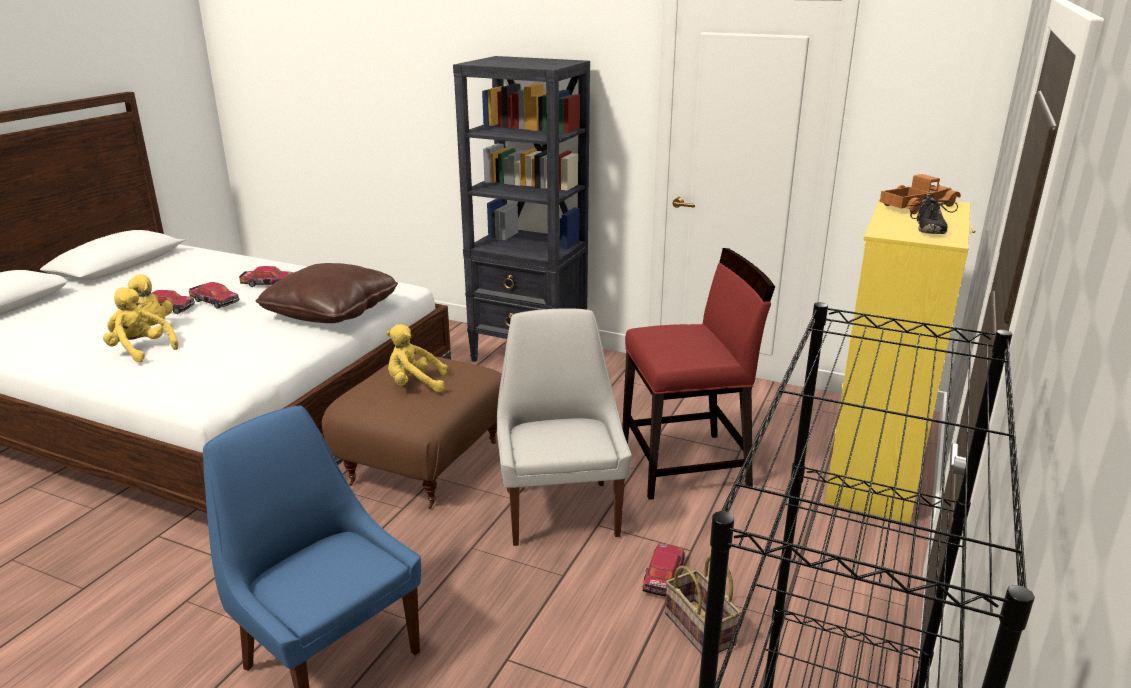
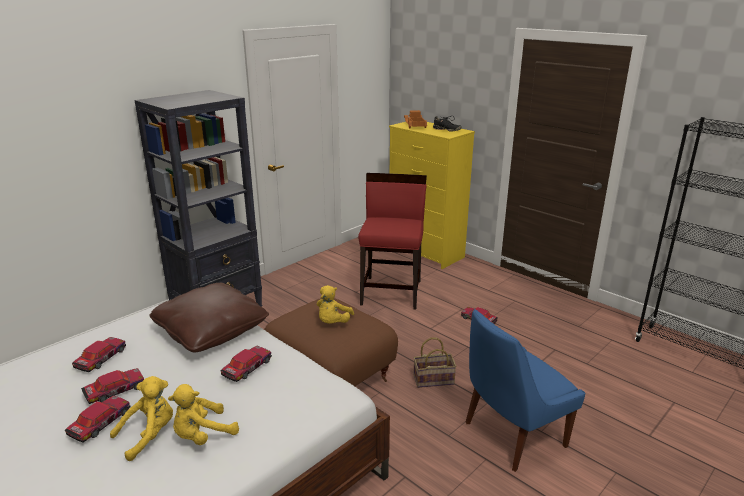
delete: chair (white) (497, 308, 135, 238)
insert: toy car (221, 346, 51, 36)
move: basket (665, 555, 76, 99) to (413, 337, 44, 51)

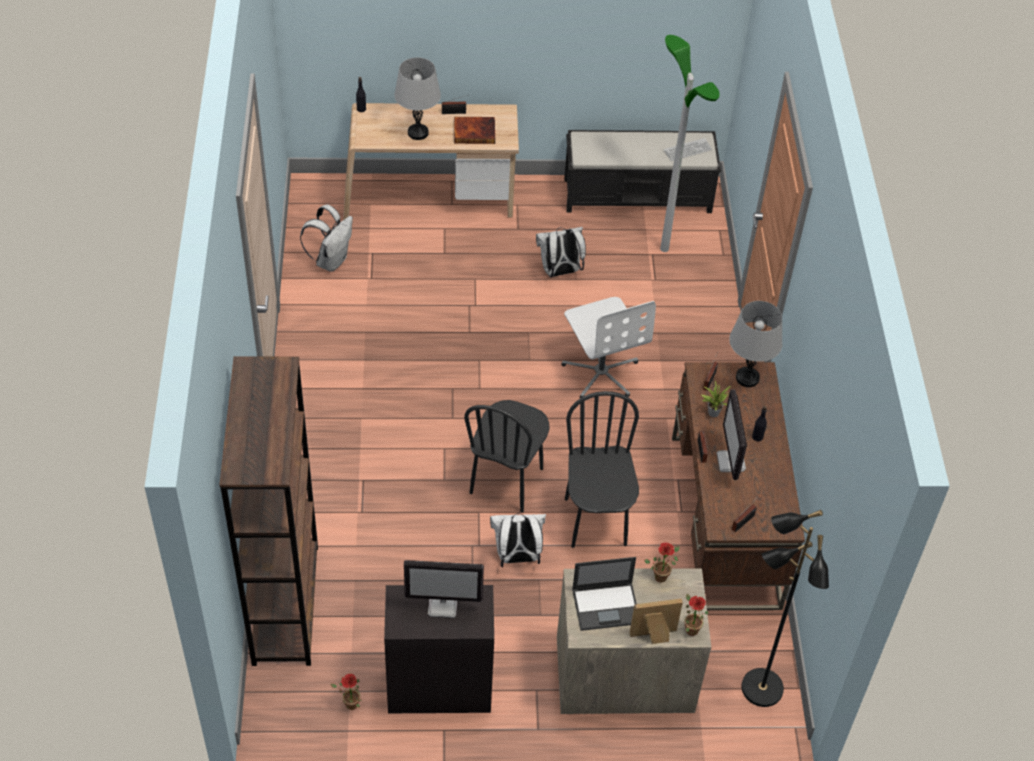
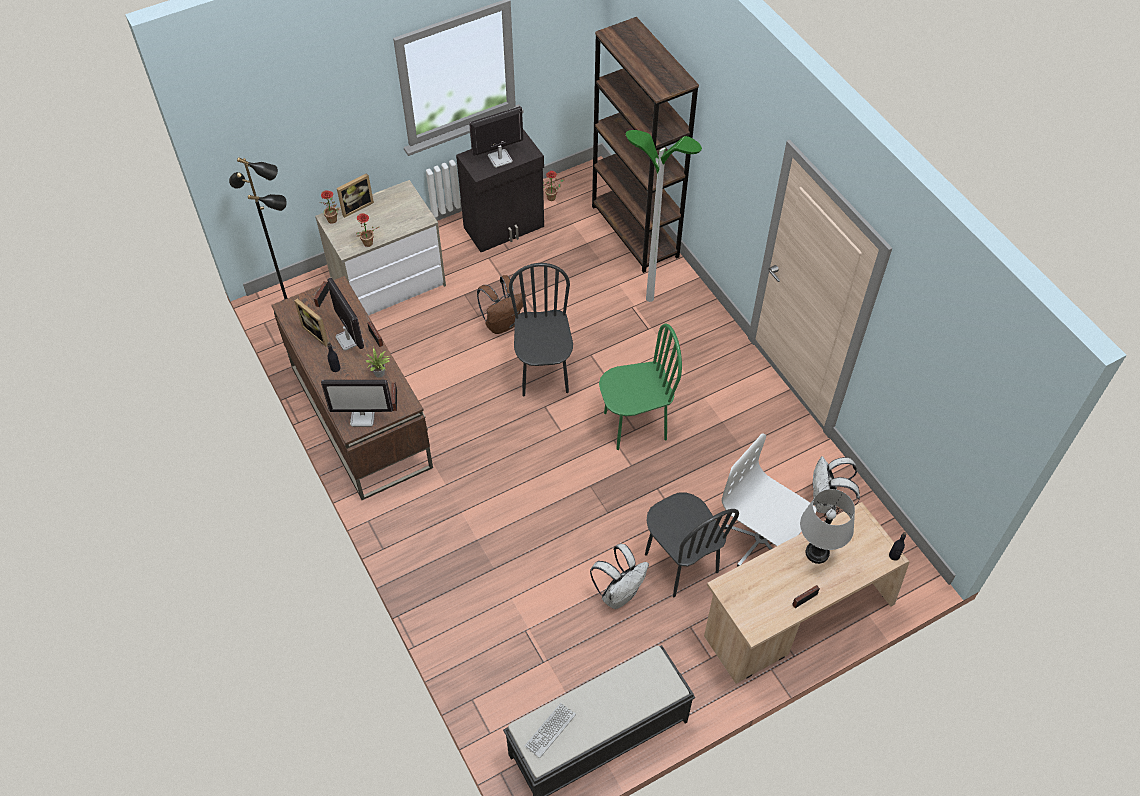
delete: book (454, 117, 41, 27); laptop (572, 557, 65, 74)
insert: picture frame (294, 299, 34, 48); chair (green) (599, 323, 83, 127)
move: office chair (white) (561, 297, 95, 101) to (722, 434, 94, 133); chair (black) (565, 391, 74, 157) to (645, 492, 94, 105); floor lamp (660, 35, 60, 217) to (626, 130, 76, 172)
replace: table lamp (grey) (729, 301, 53, 86) to monitor (321, 380, 72, 47)
recolor: backpack (white) (490, 513, 56, 54) to backpack (brown) (477, 275, 49, 59)

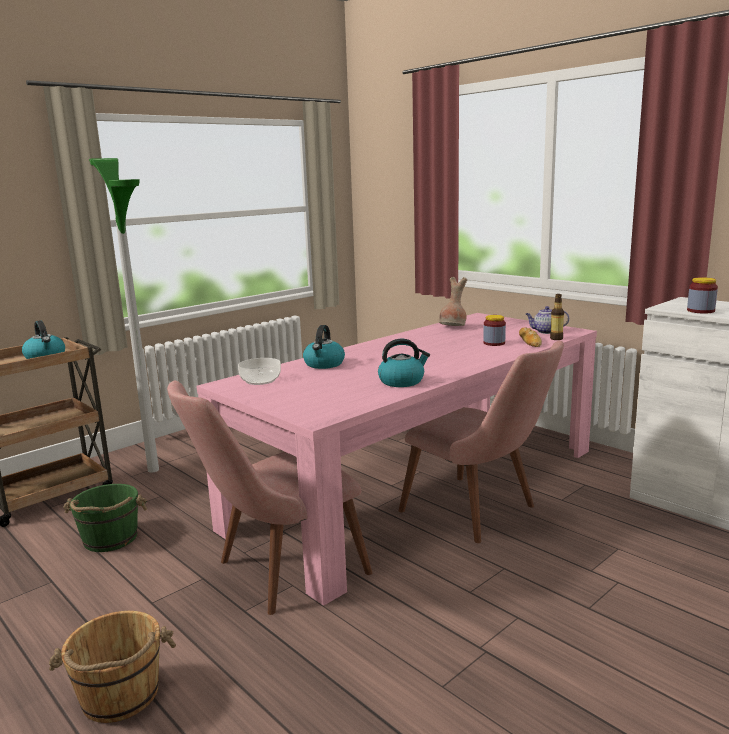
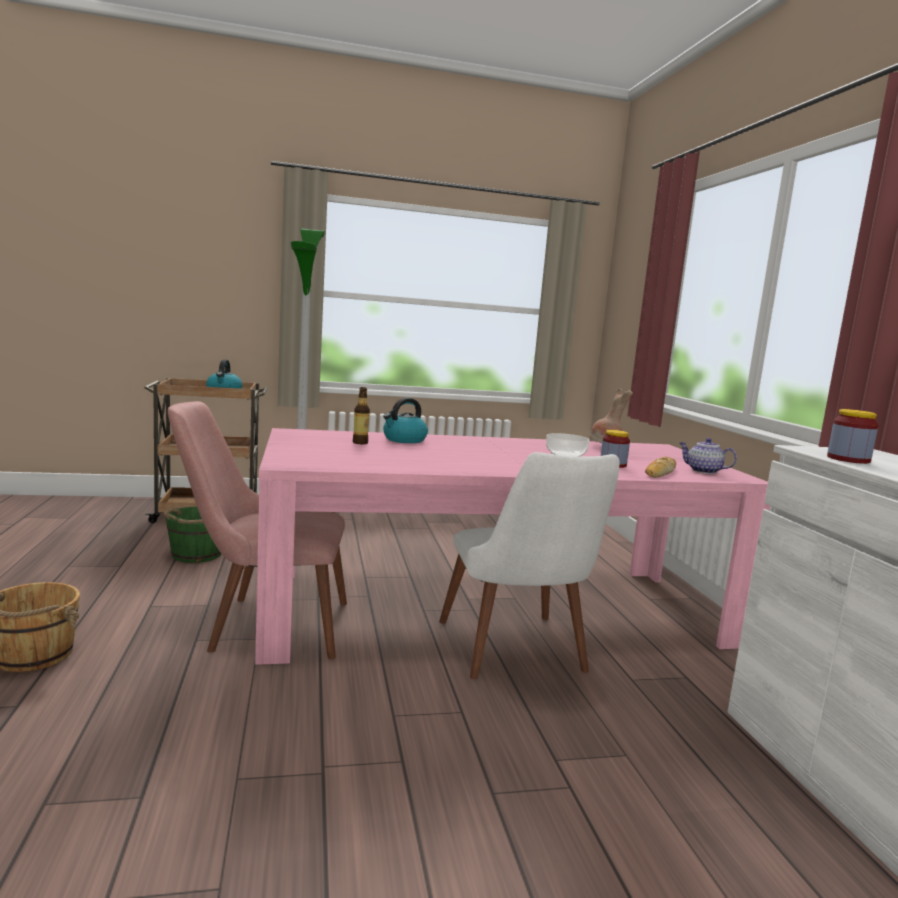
delete: kettle (378, 339, 52, 48)
move: bowl (238, 358, 43, 27) to (546, 433, 44, 23); bottle (550, 294, 14, 46) to (353, 387, 17, 57)
recolor: chair (pink) (398, 341, 166, 202) to chair (white) (439, 452, 181, 227)

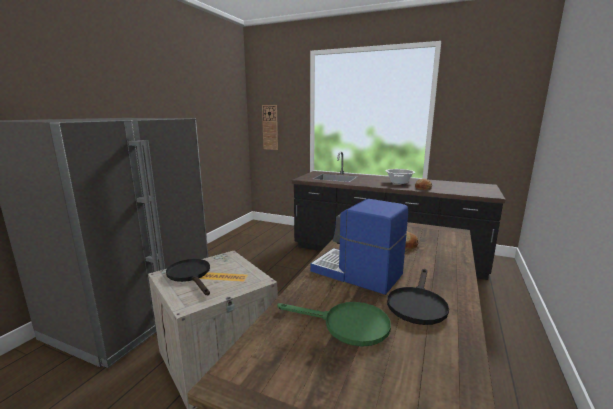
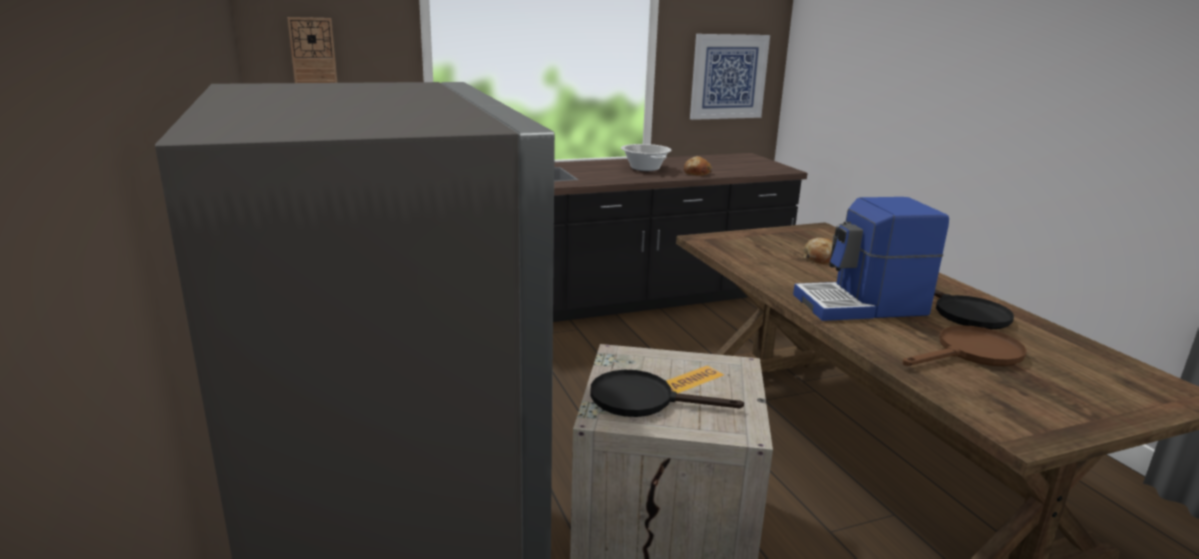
insert: picture (690, 34, 80, 86)
recolor: frying pan (green) (277, 302, 114, 45) to frying pan (brown) (902, 325, 125, 41)

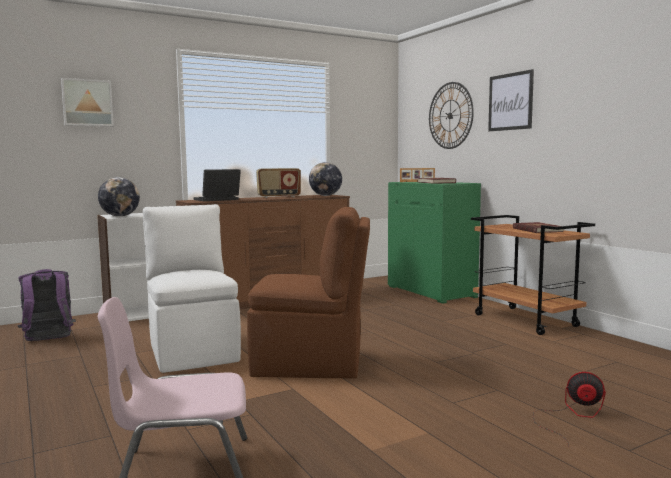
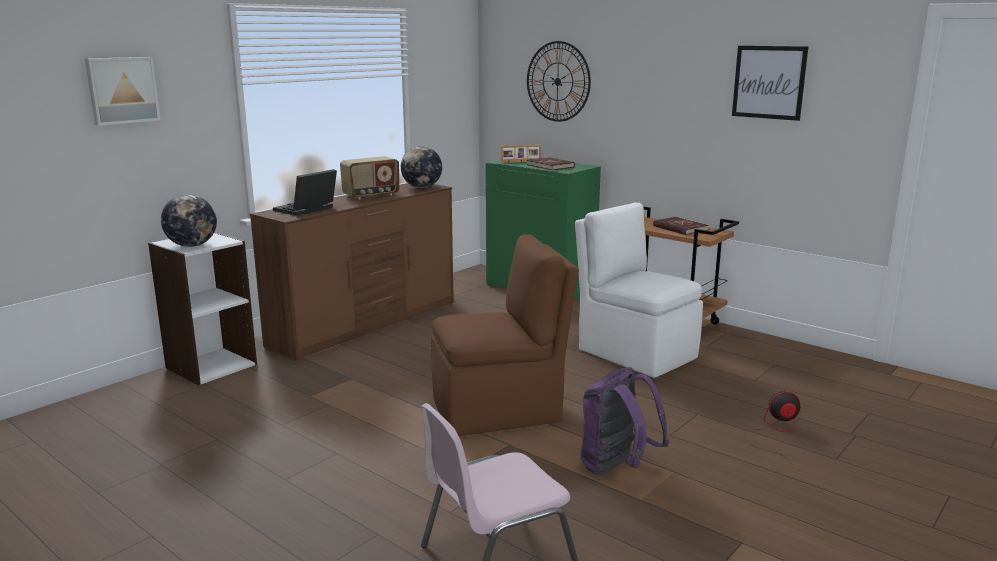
move: backpack (purple) (17, 269, 59, 72) to (581, 367, 88, 108); chair (white) (143, 204, 98, 169) to (575, 203, 128, 175); picture (488, 69, 46, 62) to (732, 46, 76, 75)

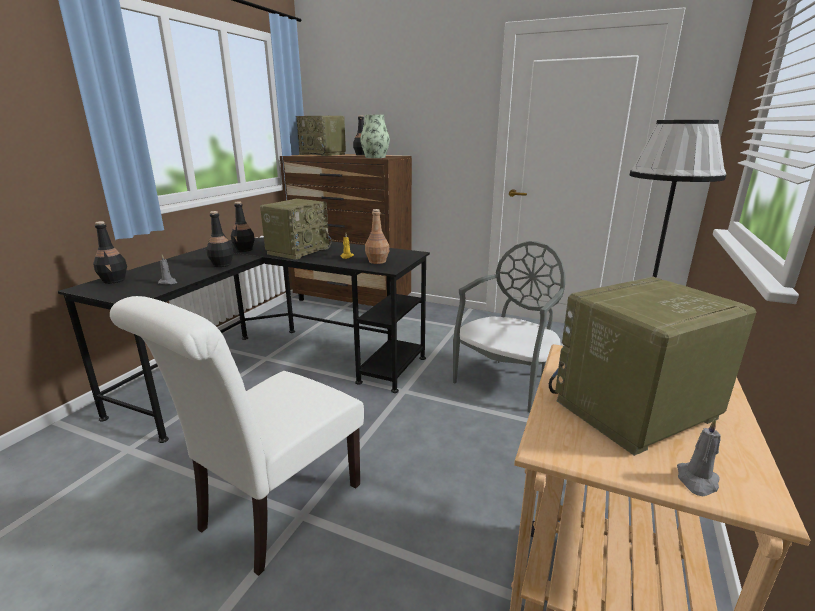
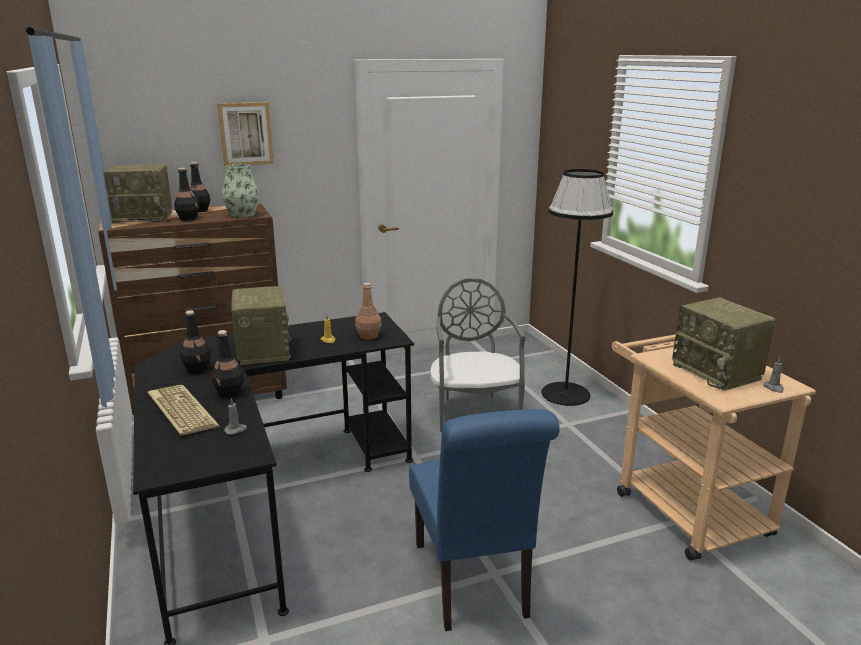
insert: keyboard (148, 385, 72, 50); picture (217, 102, 57, 64)
move: bottle (black) (93, 221, 34, 63) to (174, 168, 25, 53)
recolor: chair (white) (110, 296, 254, 280) to chair (blue) (409, 409, 151, 222)
rotate: radio (549, 277, 207, 179) = (672, 297, 103, 94) 45 degrees counterclockwise

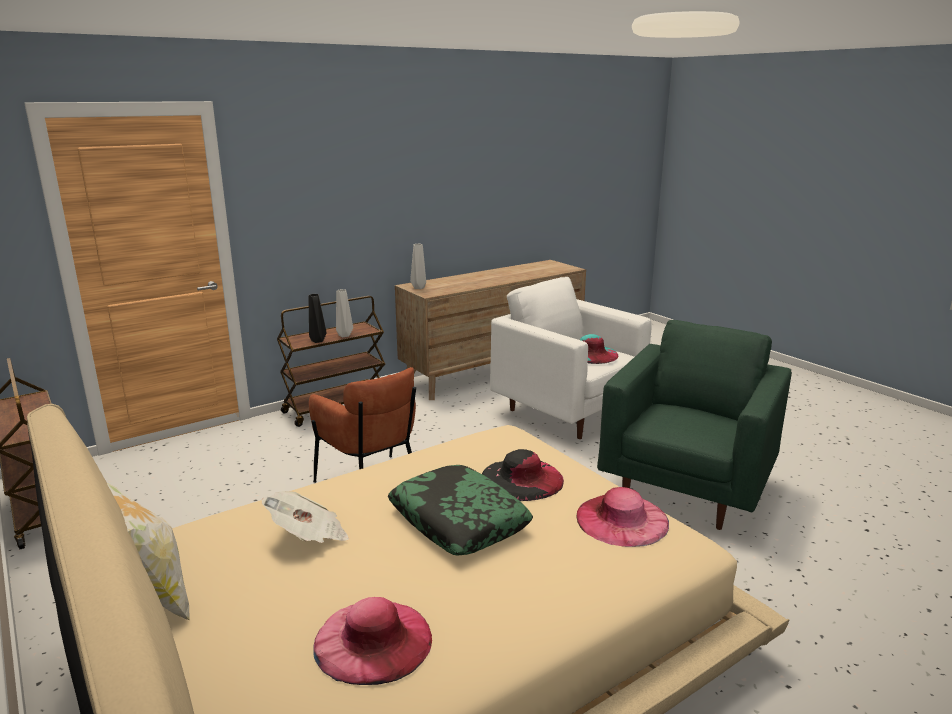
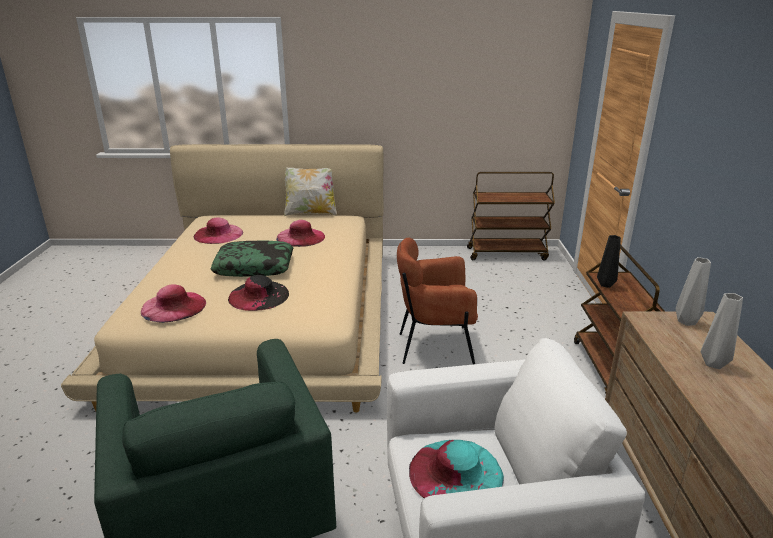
move: vase (grey) (336, 289, 17, 48) to (701, 293, 42, 76)
replace: newspaper (261, 491, 88, 52) to hat (pink) (276, 220, 49, 27)

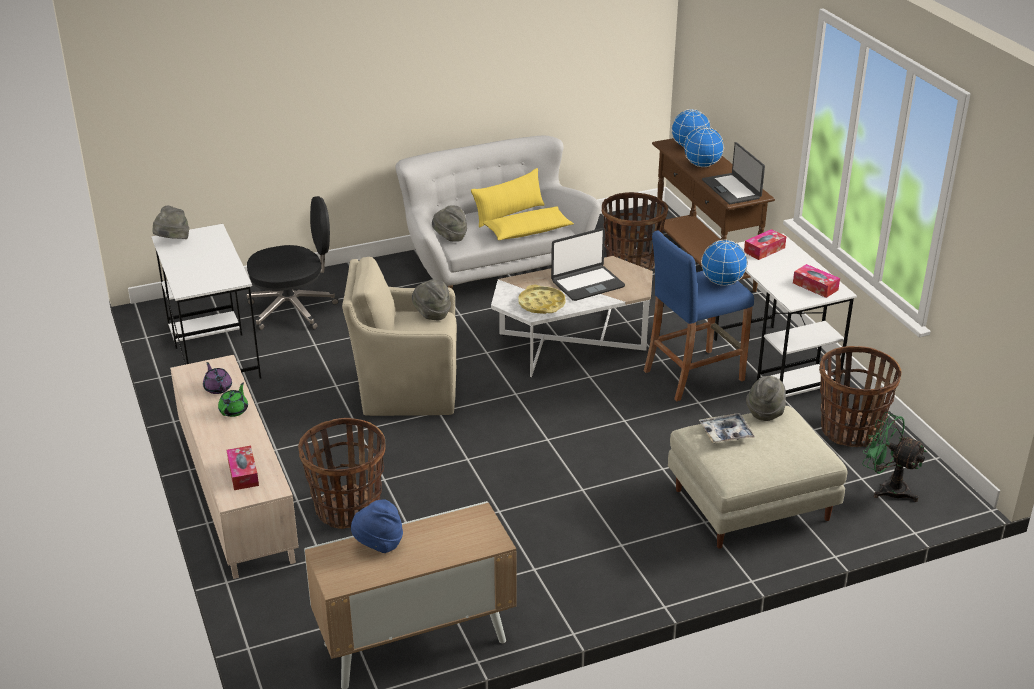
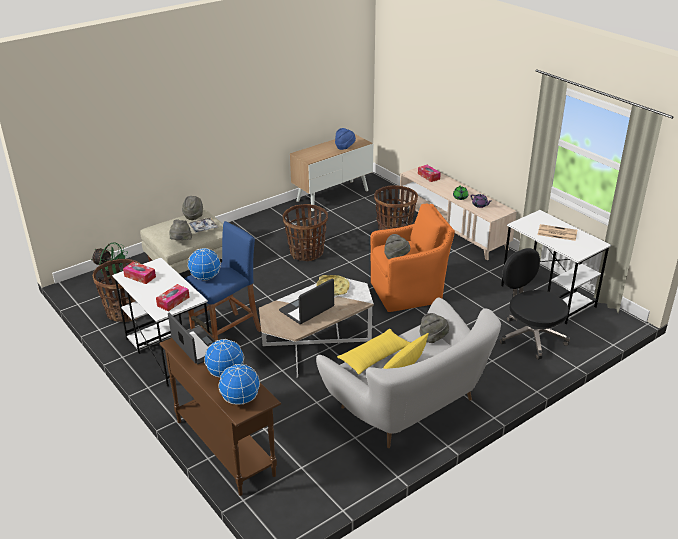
insert: newspaper (538, 224, 39, 17)
move: hat (grey) (152, 206, 37, 33) to (182, 196, 21, 24); basket (602, 192, 66, 78) to (283, 204, 45, 57)
recolor: armchair (beige) (342, 257, 115, 159) to armchair (orange) (370, 204, 85, 108)
rotate: office chair (black) (247, 196, 92, 134) = (500, 248, 70, 112) 90 degrees clockwise

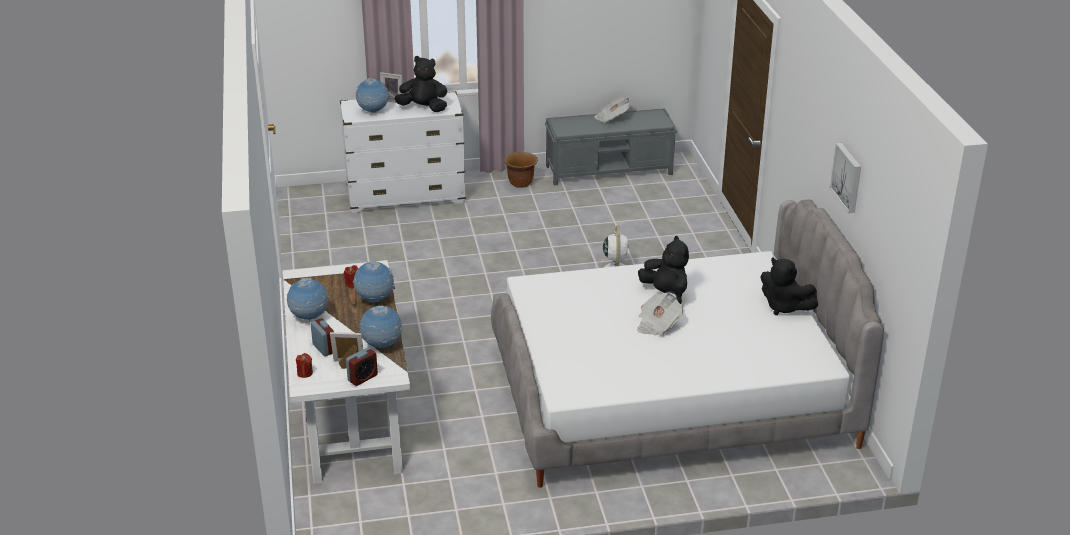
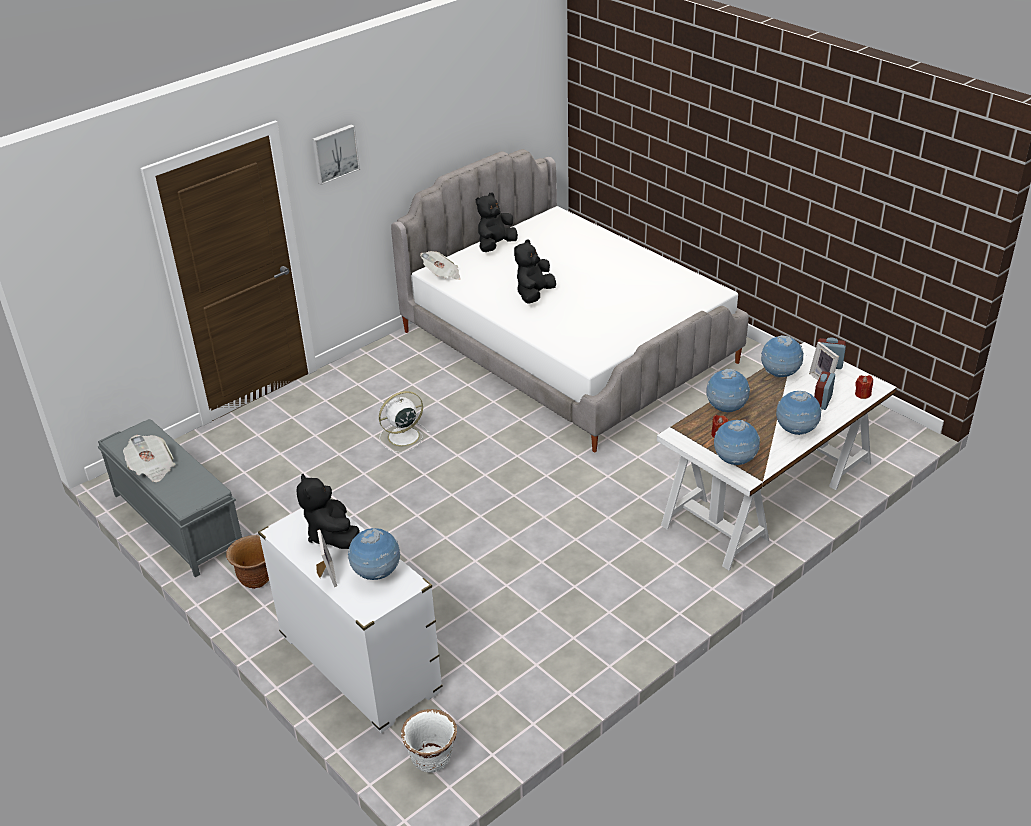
insert: planter (white) (401, 709, 56, 64); globe (714, 420, 46, 45)
move: newspaper (637, 292, 46, 44) to (420, 251, 40, 29); picture (830, 143, 31, 70) to (312, 124, 48, 61)
rotate: plush toy (black) (760, 257, 58, 58) = (476, 193, 42, 59) 150 degrees counterclockwise

